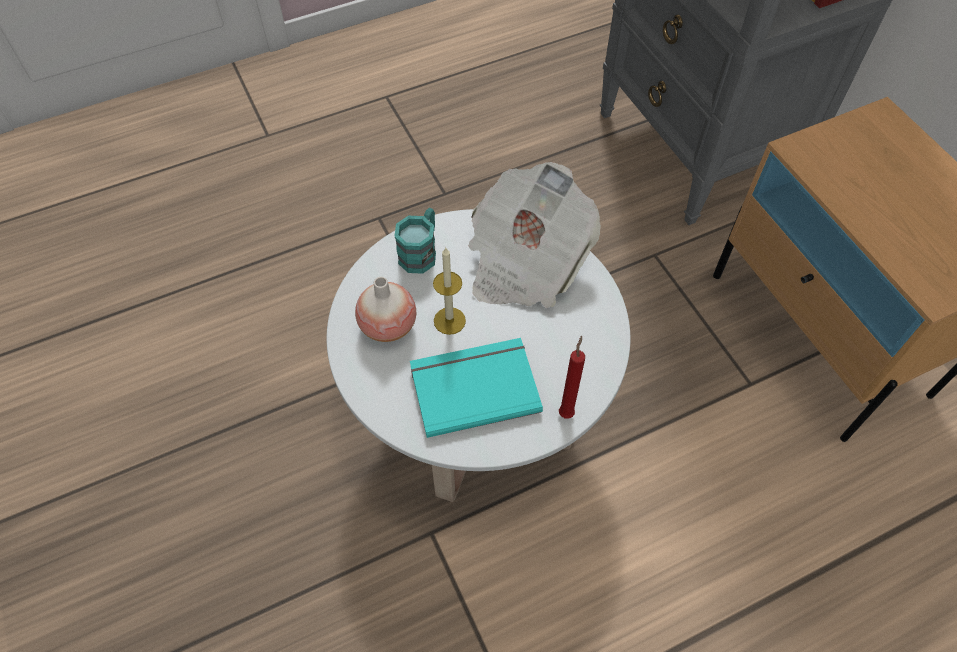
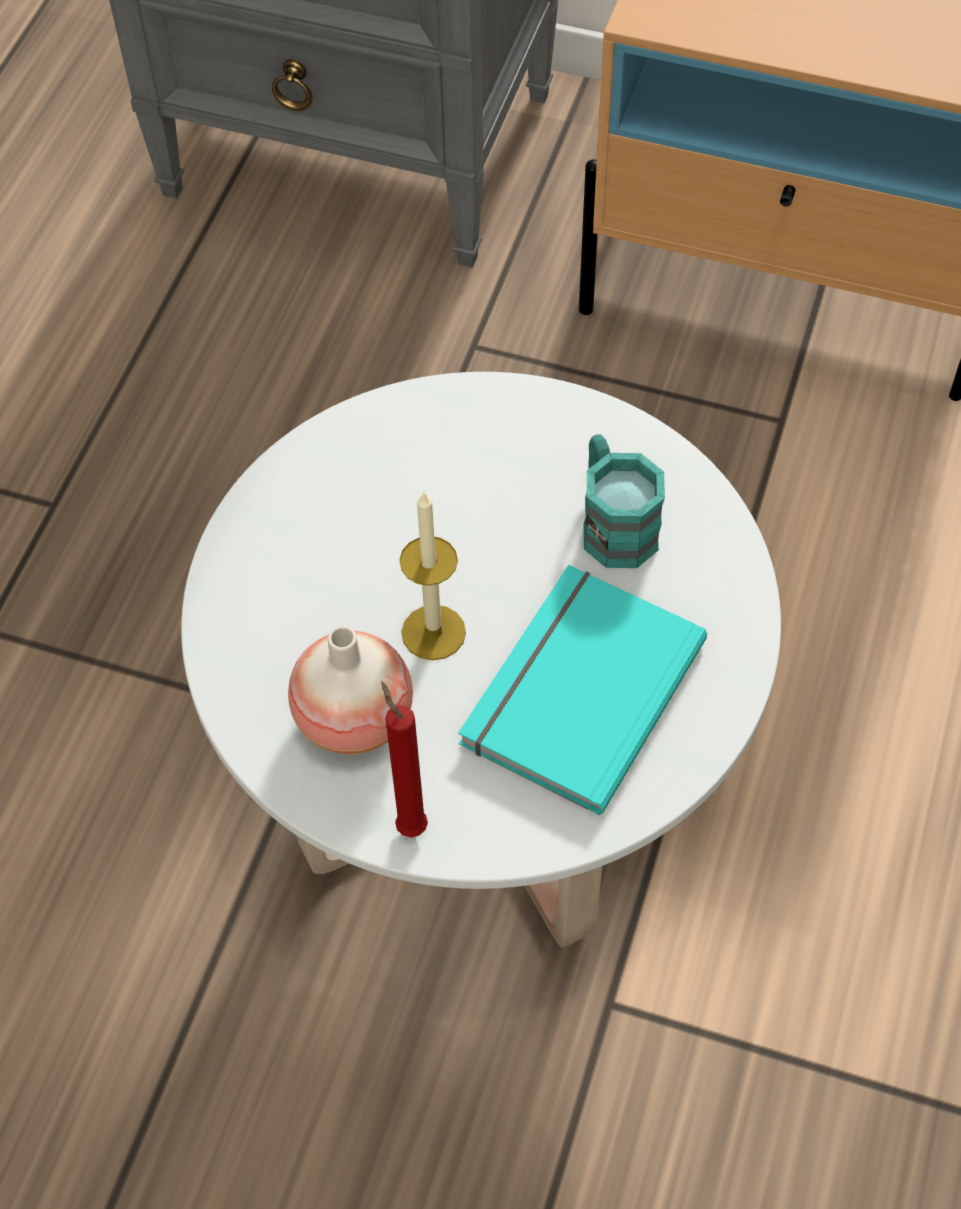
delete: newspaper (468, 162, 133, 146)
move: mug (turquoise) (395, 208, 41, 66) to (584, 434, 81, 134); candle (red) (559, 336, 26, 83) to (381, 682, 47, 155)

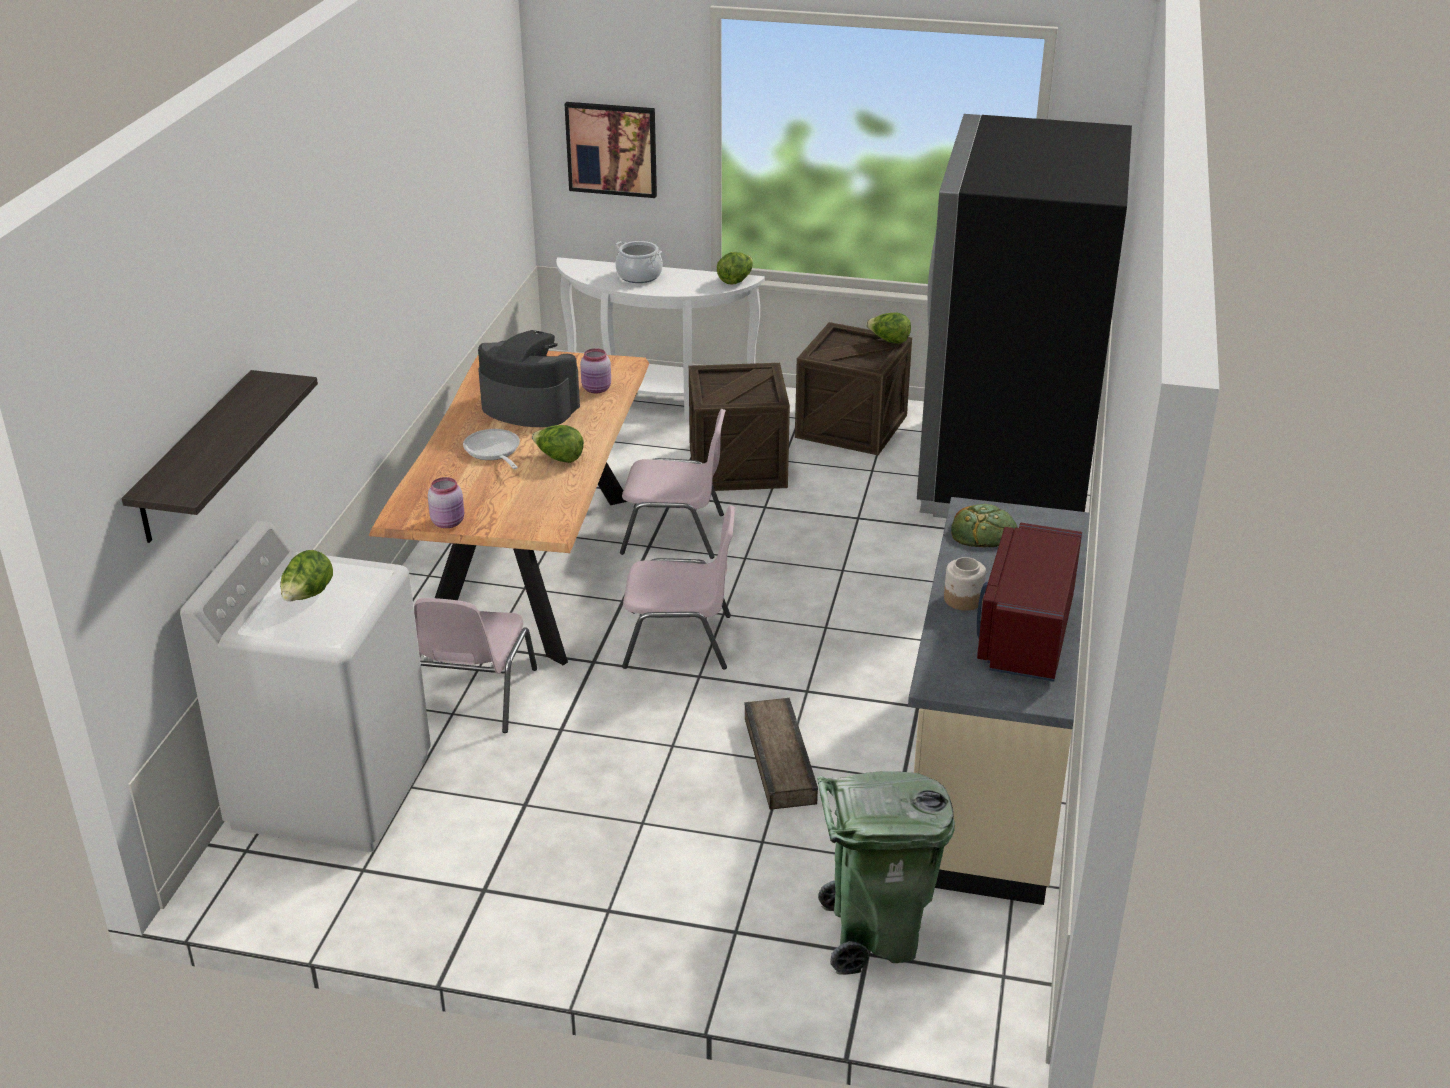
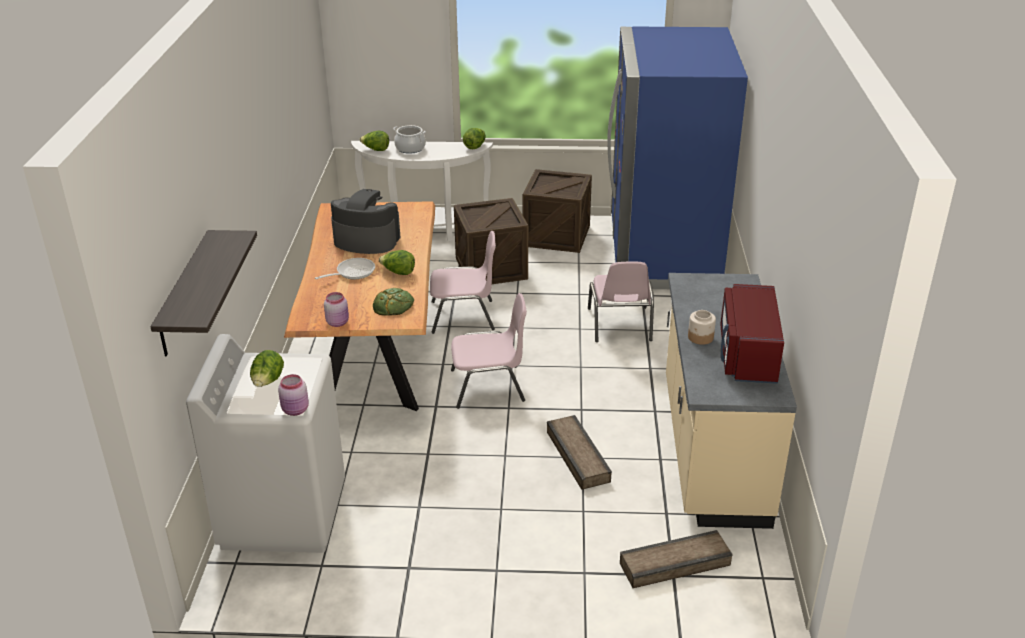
delete: picture (565, 102, 92, 96)
move: chair (pink) (414, 598, 123, 135) to (588, 261, 66, 81); jar (pink) (580, 348, 31, 45) to (278, 374, 31, 42); lettuce (866, 313, 45, 31) to (360, 131, 29, 20); bread (951, 504, 66, 43) to (373, 288, 41, 28)
replace: trash can (green) (817, 771, 138, 204) to crate (620, 530, 113, 58)
recolor: fridge (black) (917, 114, 215, 404) to fridge (blue) (608, 26, 140, 263)
rotate: frying pan (463, 429, 57, 40) = (315, 258, 60, 21) 90 degrees clockwise

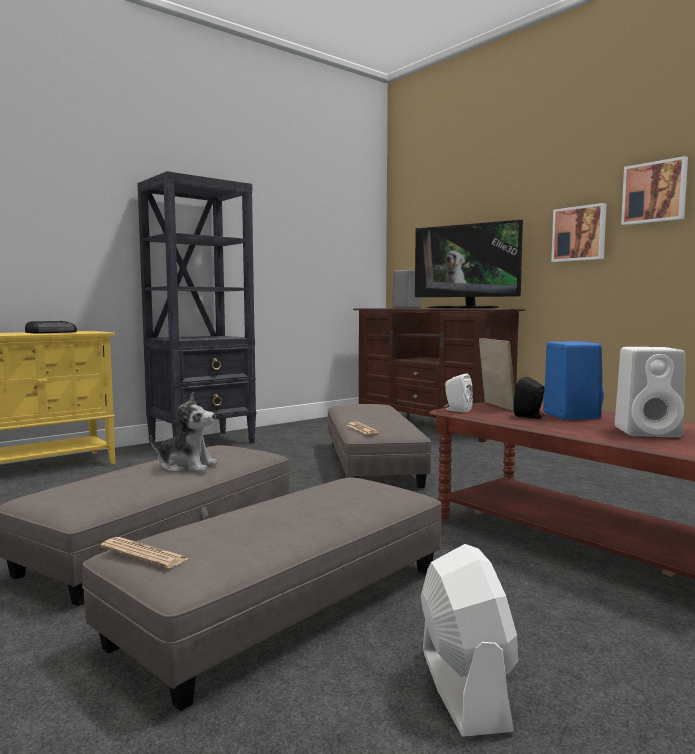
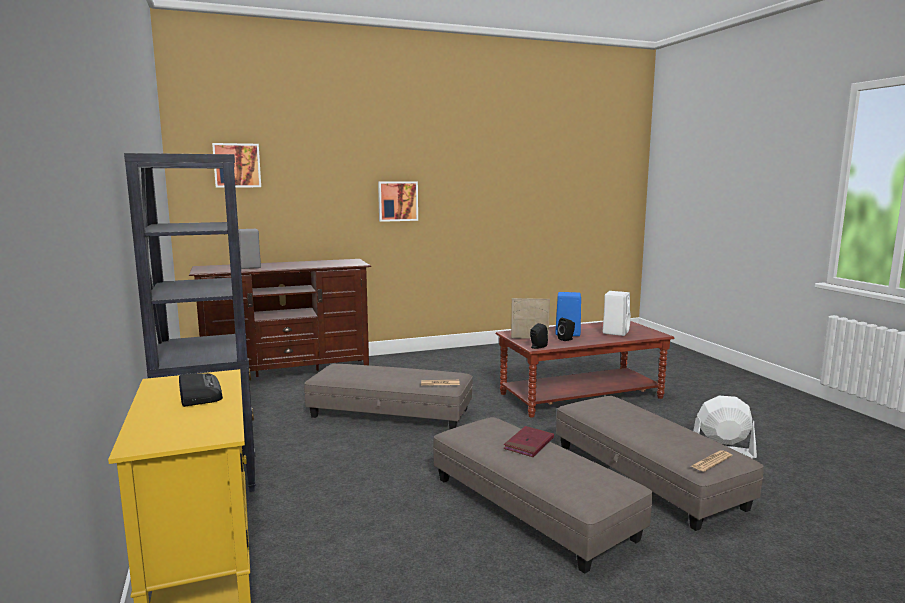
delete: television (415, 220, 108, 88)
move: picture (621, 156, 67, 69) to (212, 143, 49, 45)
replace: plush toy (150, 392, 68, 80) to book (red) (503, 426, 51, 31)
recolor: speaker (white) (444, 373, 29, 39) to speaker (black) (530, 323, 18, 26)

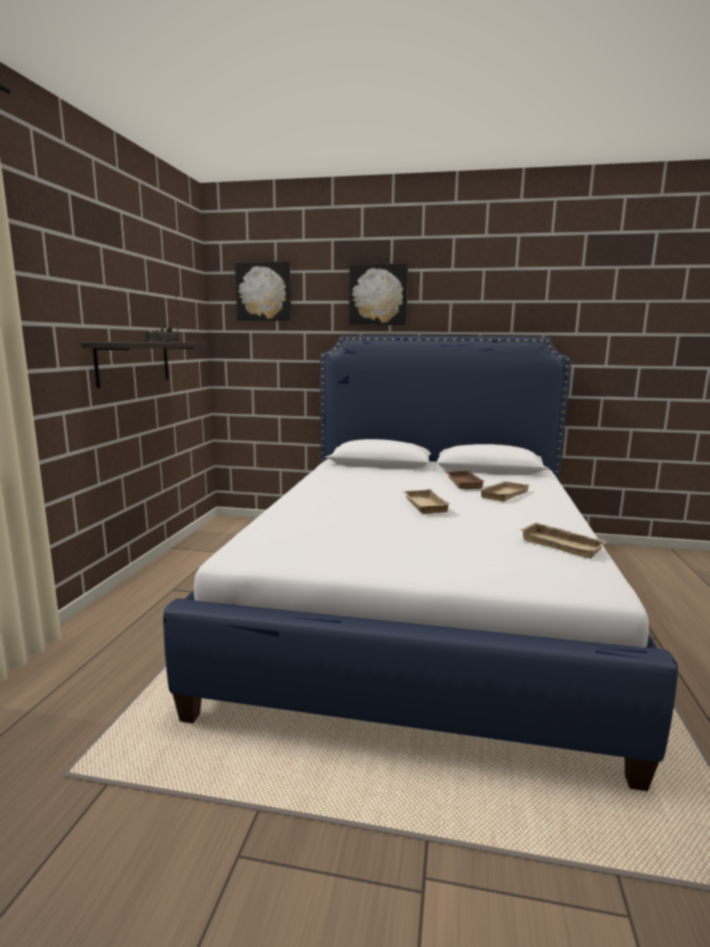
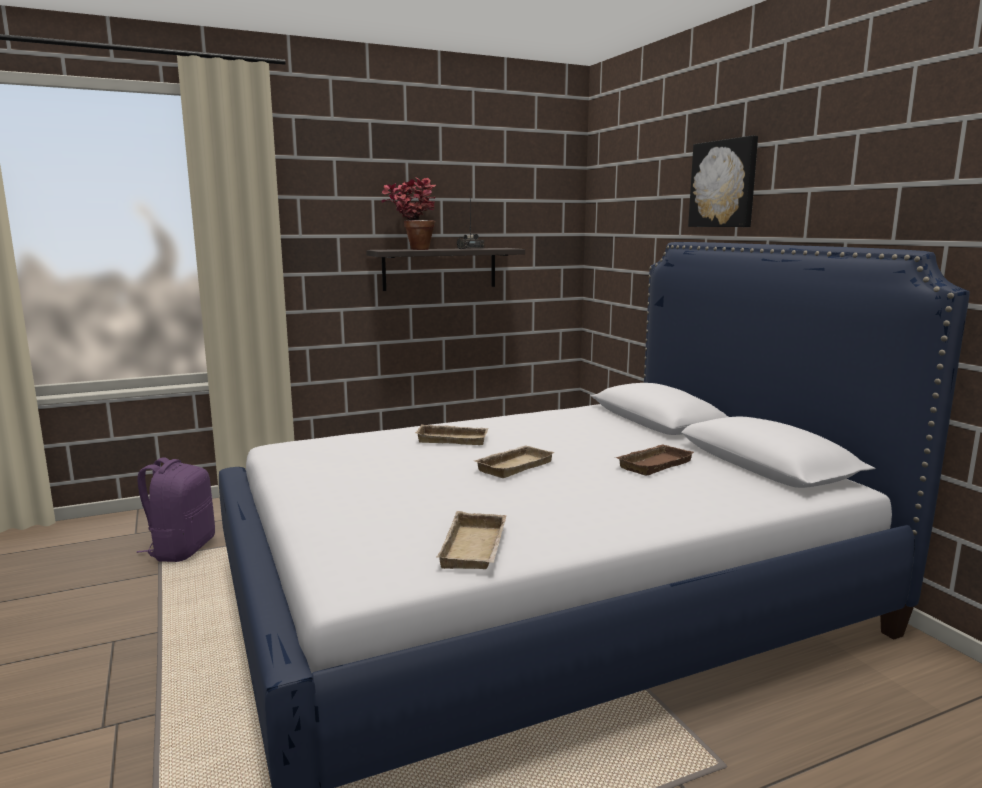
delete: picture (235, 261, 56, 60)
insert: backpack (purple) (136, 458, 79, 104); potted plant (381, 177, 55, 73)
move: tray (beige) (480, 481, 50, 21) to (415, 424, 74, 21)

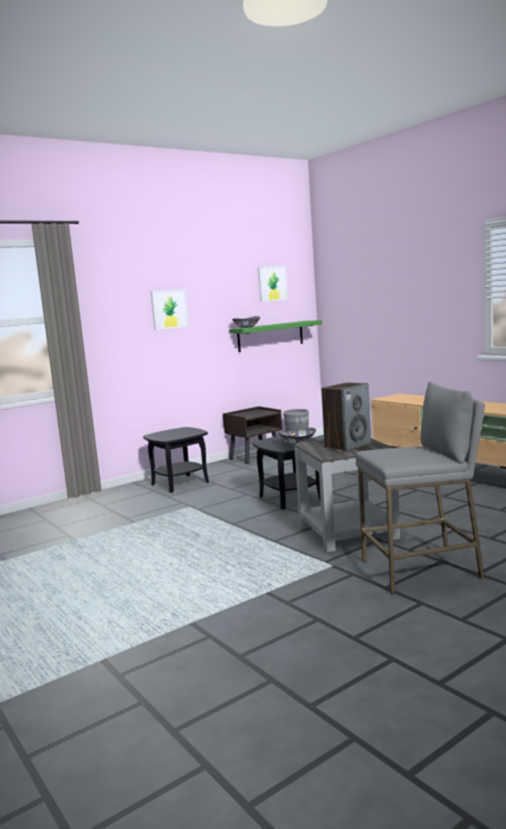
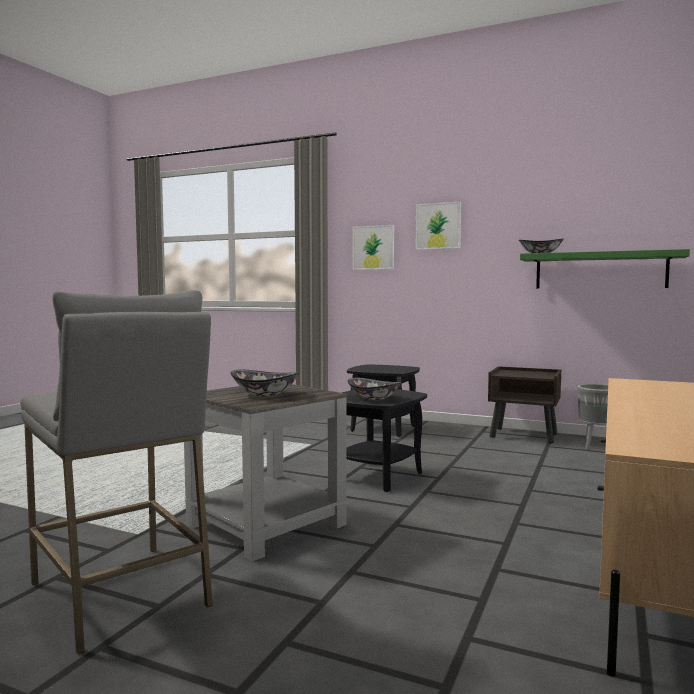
move: picture (258, 266, 30, 36) to (353, 225, 41, 45)
replace: speaker (322, 382, 49, 70) to bowl (231, 369, 69, 27)

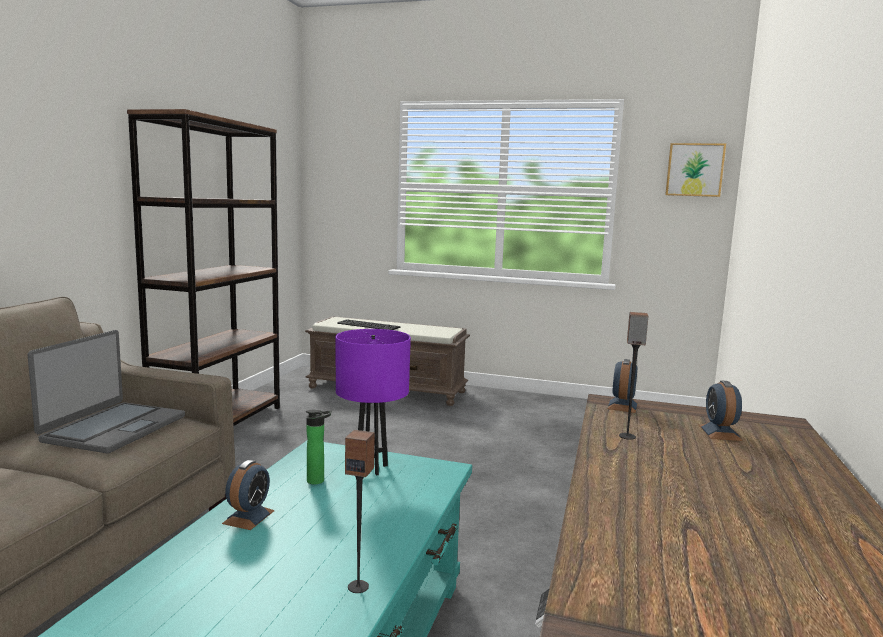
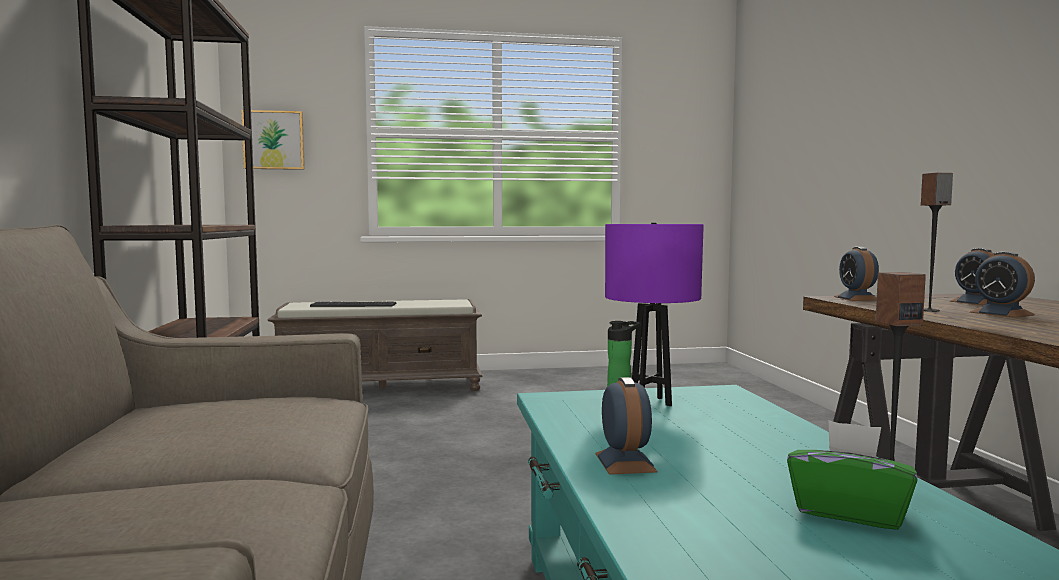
delete: laptop (28, 330, 157, 123)
insert: tissue box (green) (787, 420, 131, 110); alarm clock (970, 252, 65, 66)
move: picture (665, 143, 61, 54) to (241, 110, 64, 60)

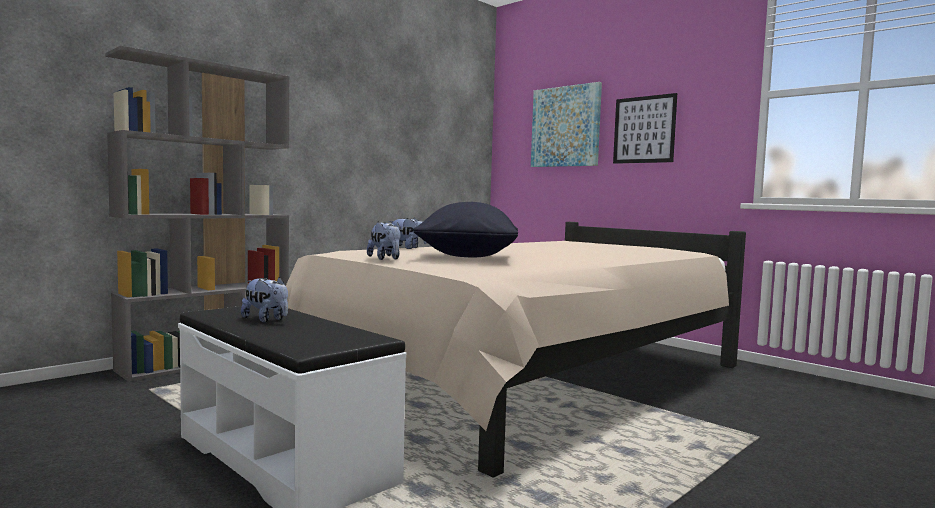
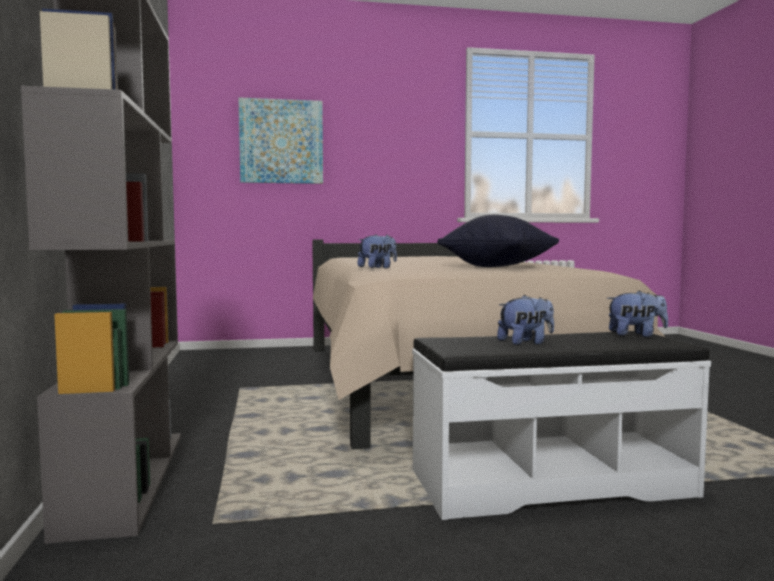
delete: picture (613, 93, 64, 71)
move: plush toy (367, 221, 34, 39) to (607, 290, 61, 47)

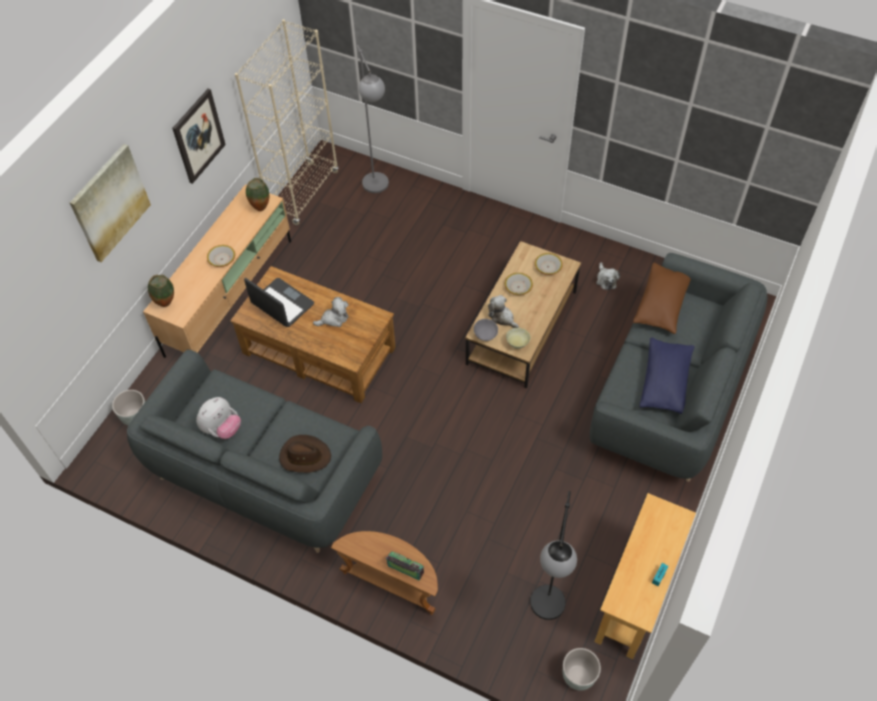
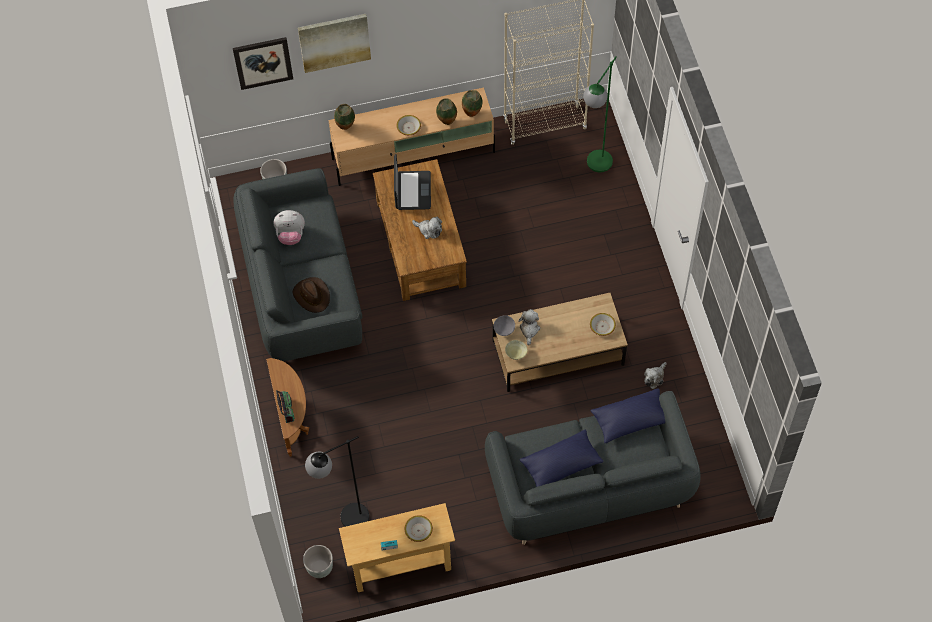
insert: vase (436, 98, 21, 27)
move: picture (172, 89, 54, 95) to (233, 37, 60, 53); bowl (505, 273, 28, 22) to (405, 515, 28, 27)
recolor: floor lamp (grey) (357, 45, 32, 148) to floor lamp (green) (583, 56, 34, 116); pillow (brown) (633, 263, 58, 71) to pillow (blue) (591, 388, 74, 55)

